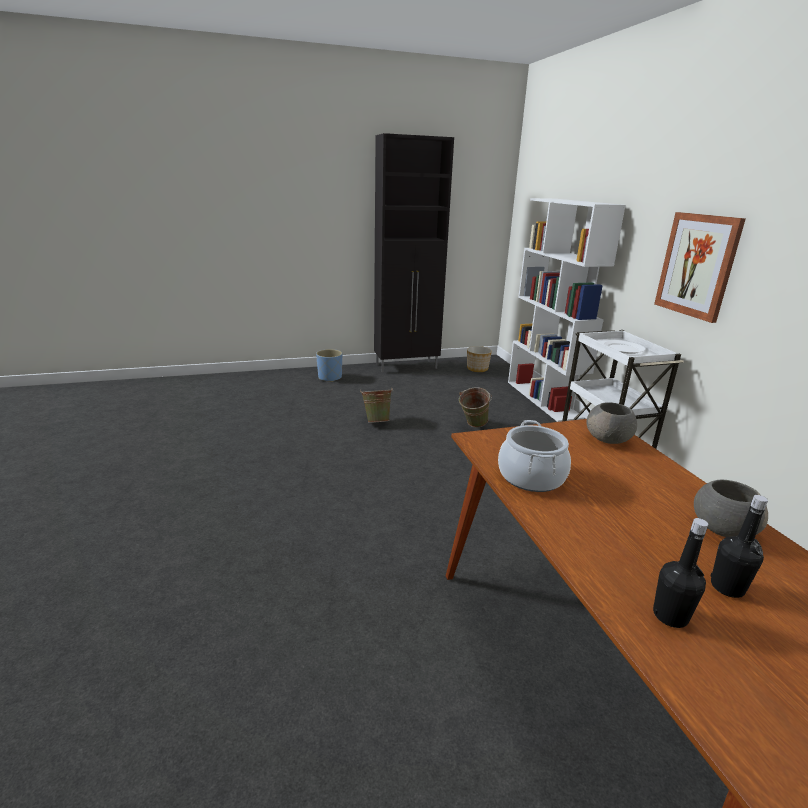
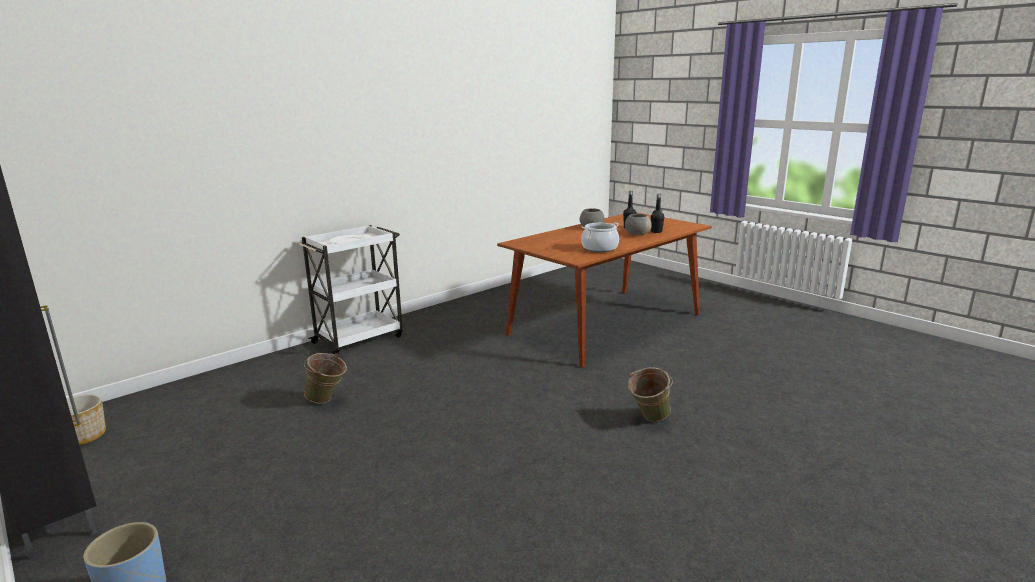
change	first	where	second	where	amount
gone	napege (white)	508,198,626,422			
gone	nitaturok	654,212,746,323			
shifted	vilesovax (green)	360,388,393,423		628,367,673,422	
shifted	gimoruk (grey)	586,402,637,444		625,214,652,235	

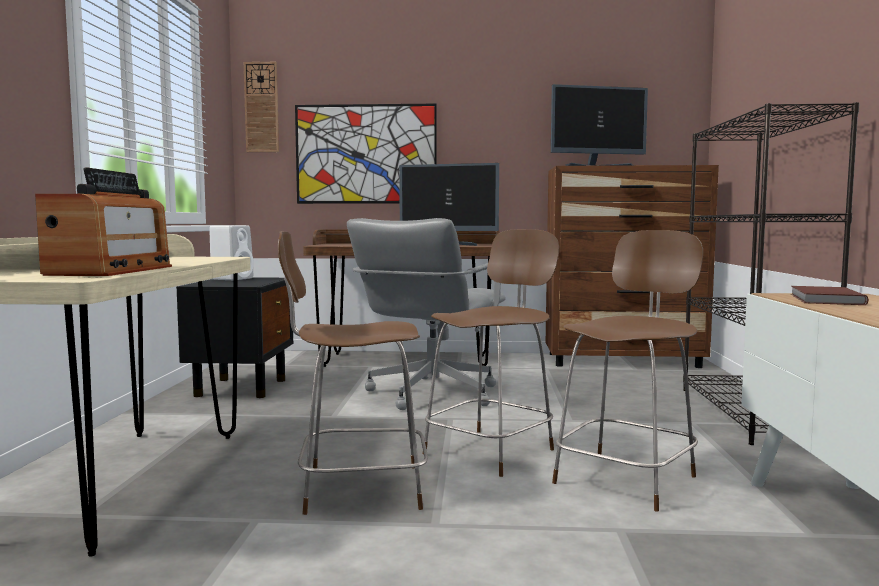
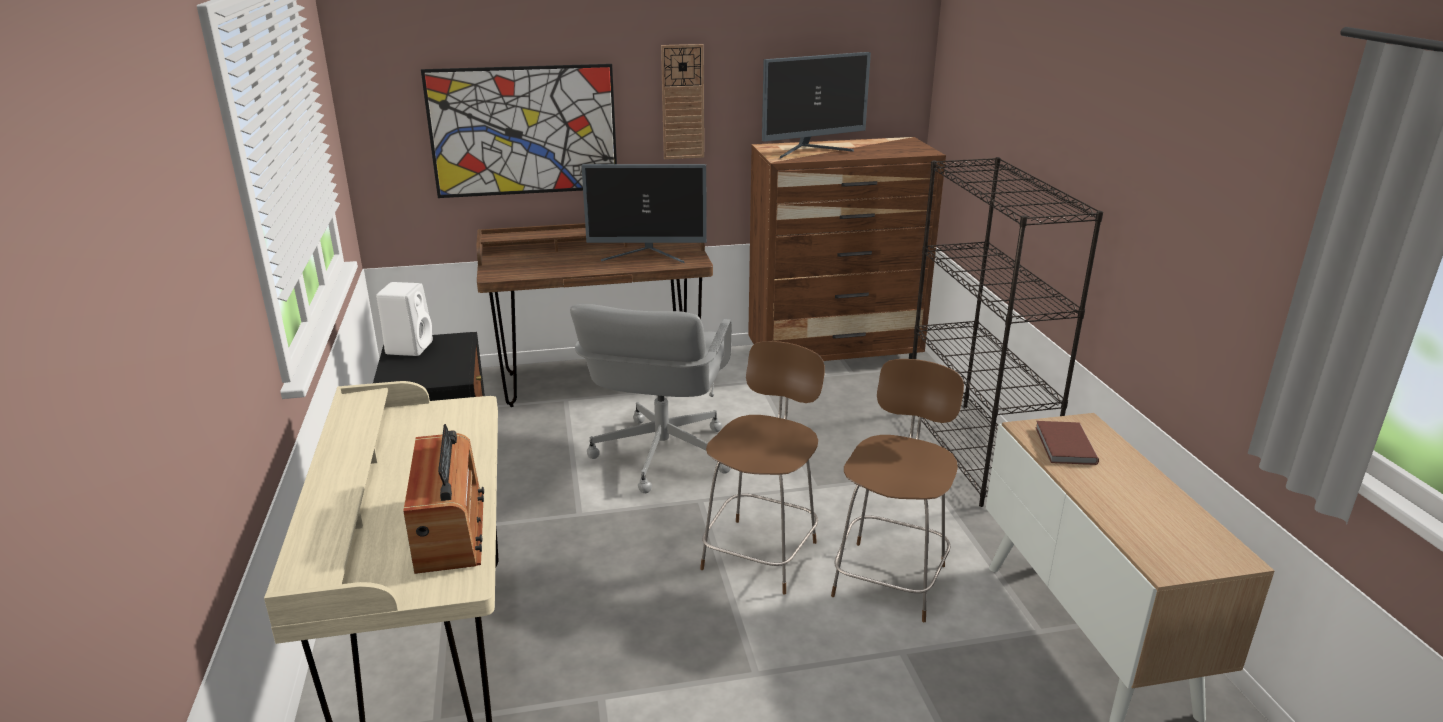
change	first	where	second	where	amount
shifted	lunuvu	244,62,279,152		661,44,704,159	
gone	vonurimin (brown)	278,231,428,515			

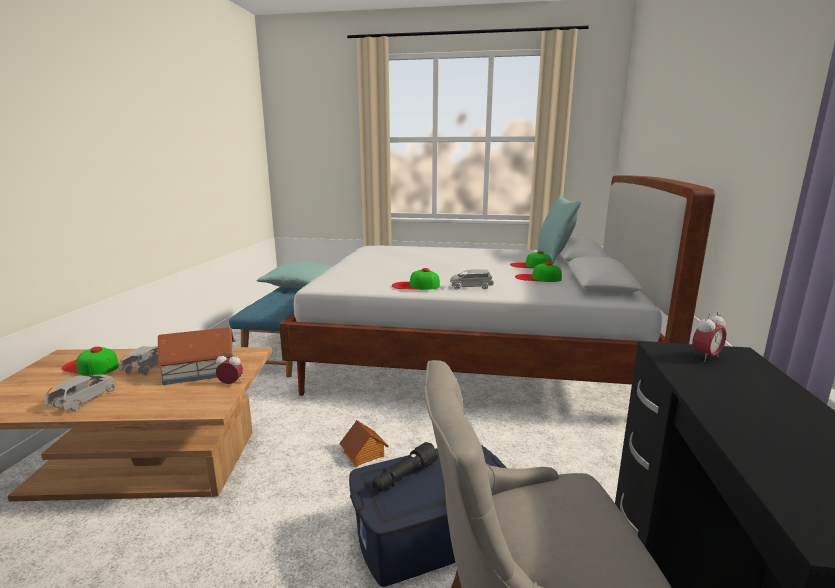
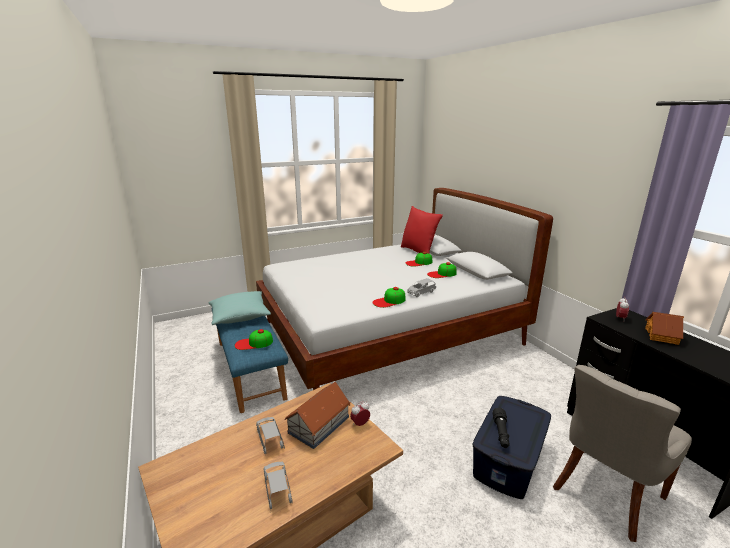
change	first	where	second	where	amount
repainted	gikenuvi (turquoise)	538,195,581,264	gikenuvi (red)	401,206,443,254	
shifted	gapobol	61,347,119,376		235,329,273,350	
shifted	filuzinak	339,420,389,467		645,312,684,345	

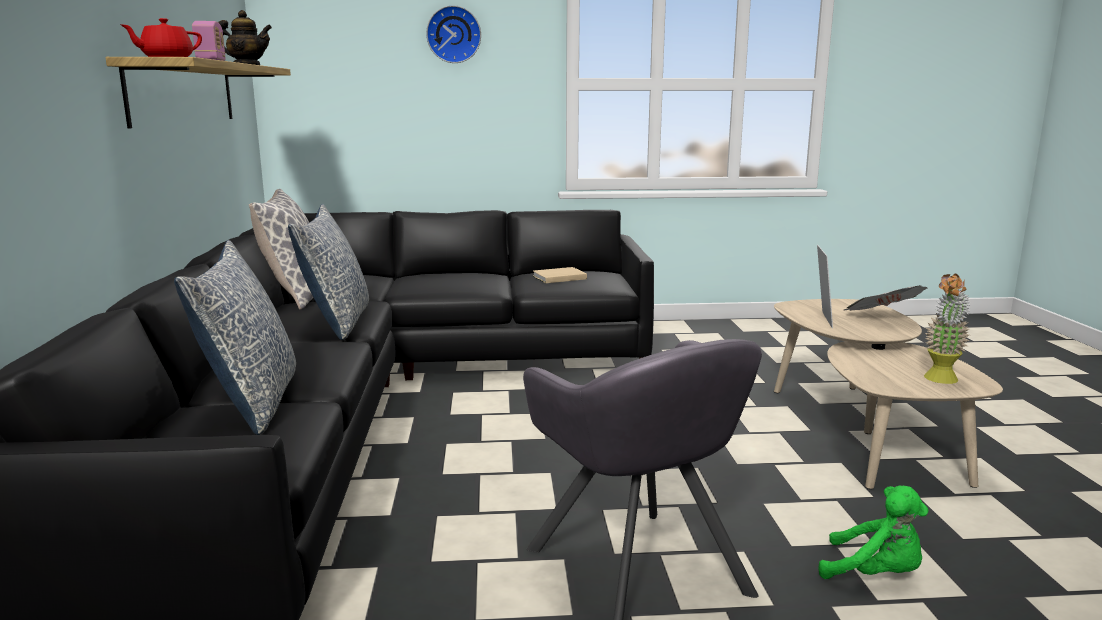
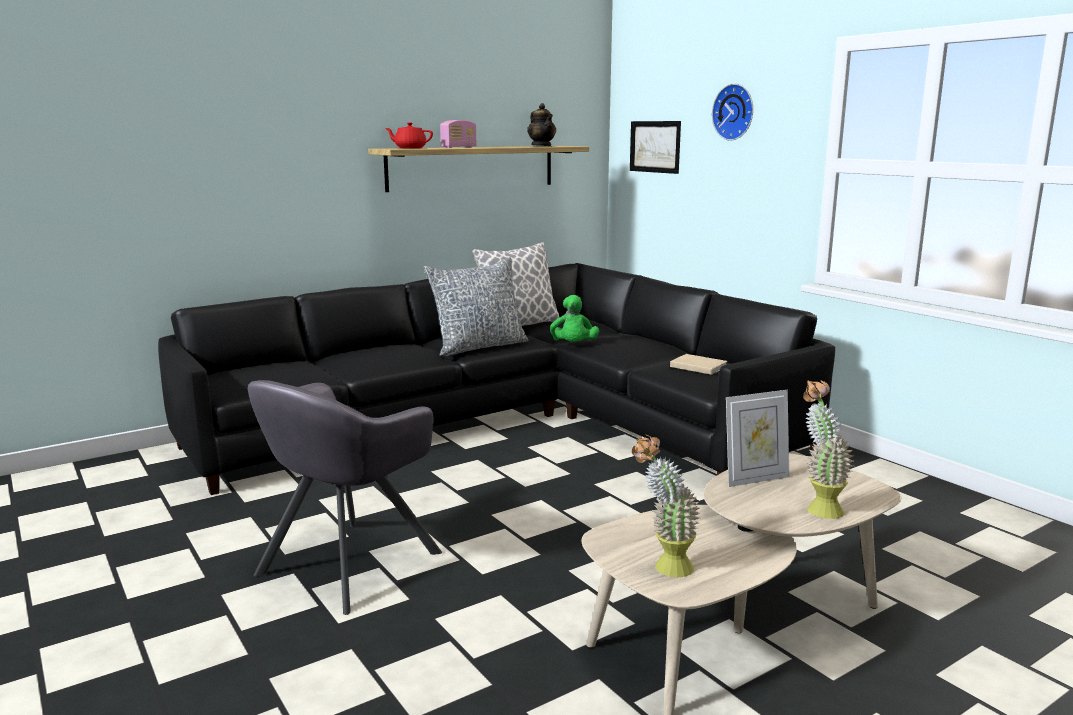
change	first	where	second	where	amount
gone	gikenuvi	174,240,296,435			
swapped	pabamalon	844,285,927,311	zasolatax	803,381,854,519	
shifted	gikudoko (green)	818,486,929,579		550,295,599,342	
new			nitaturok	630,121,681,174	

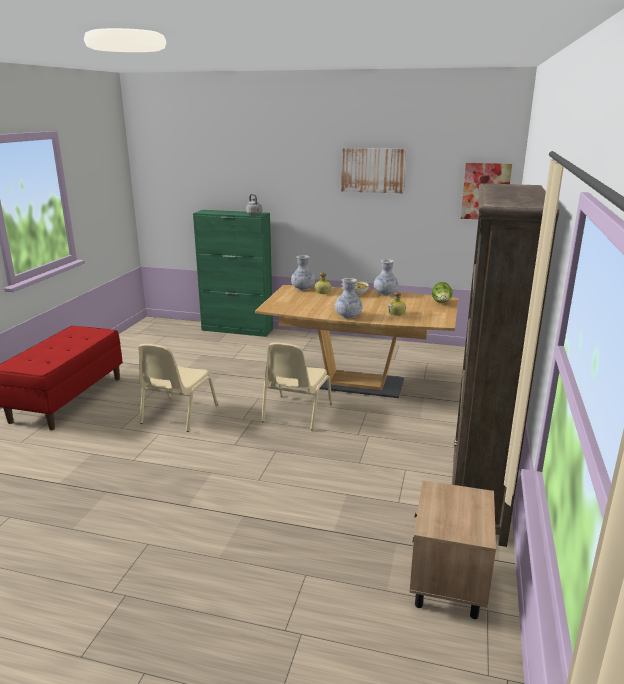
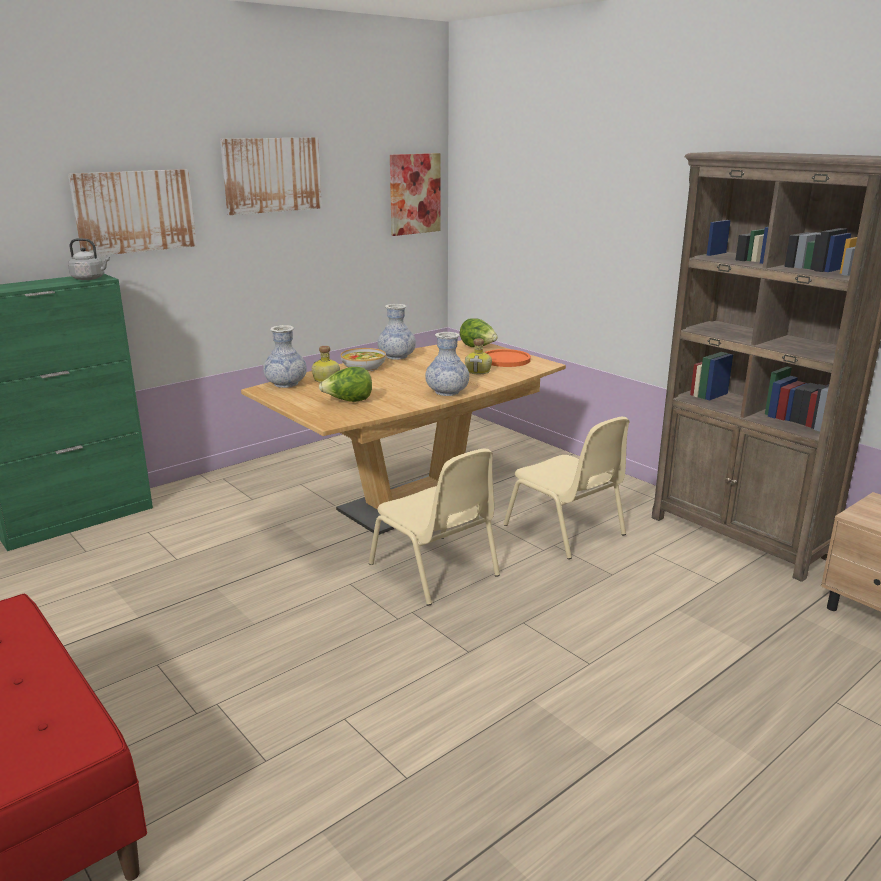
change	first	where	second	where	amount
shifted	vonurimin (beige)	138,344,218,432		503,417,629,559	
new			nitaturok	68,169,197,256	
new			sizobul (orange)	484,349,531,367	
new			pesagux	319,367,372,402	

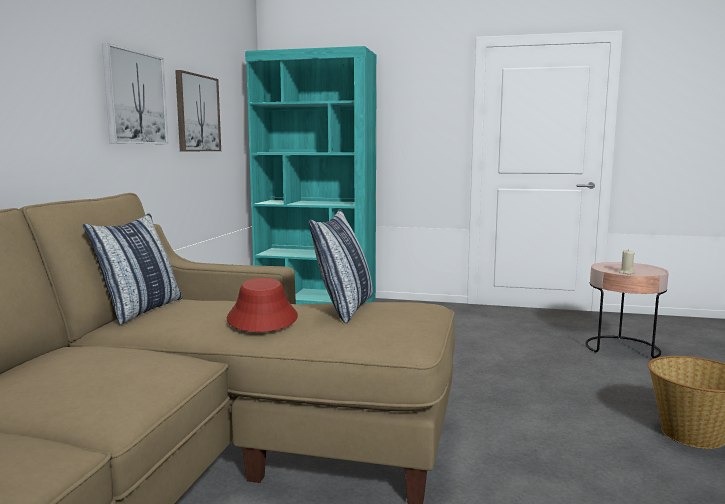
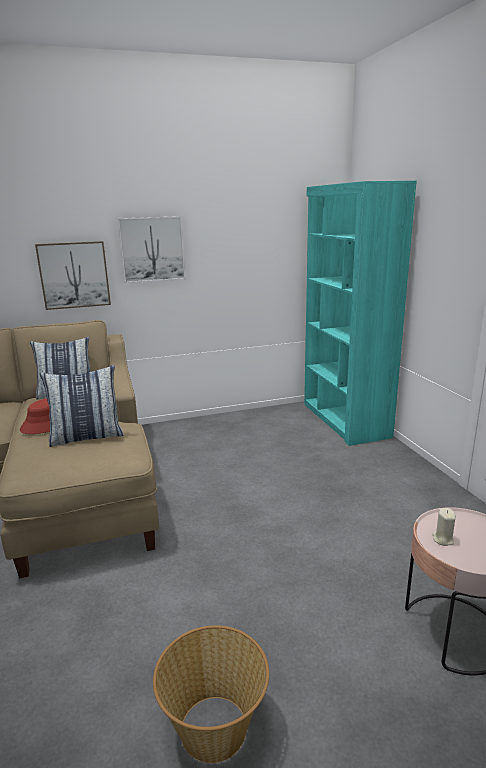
change	first	where	second	where	amount
shifted	nitaturok	175,70,221,152		35,241,111,310	

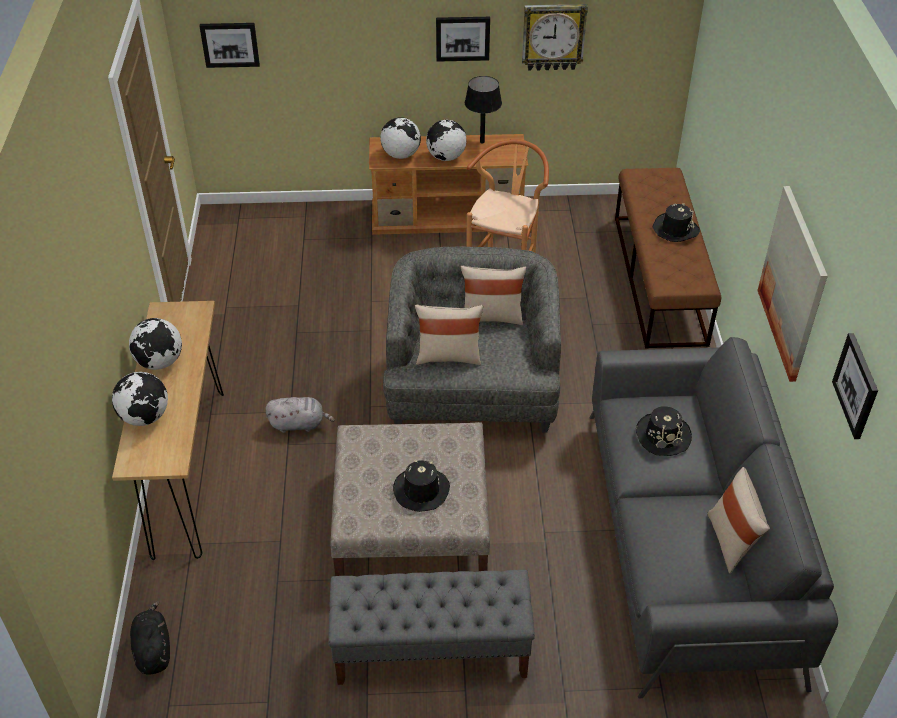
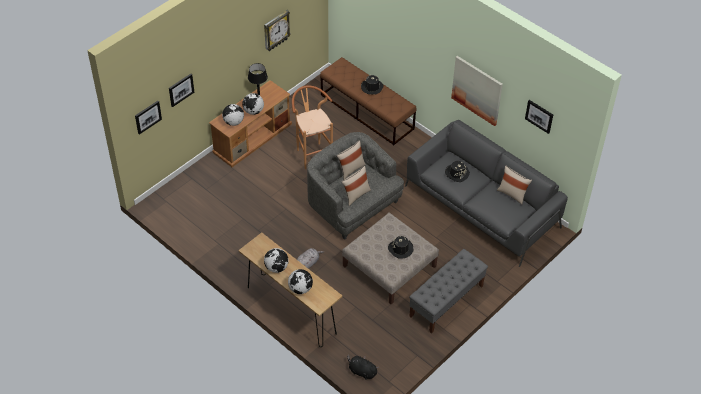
change	first	where	second	where	amount
shifted	nitaturok	436,17,490,62		169,74,195,107	

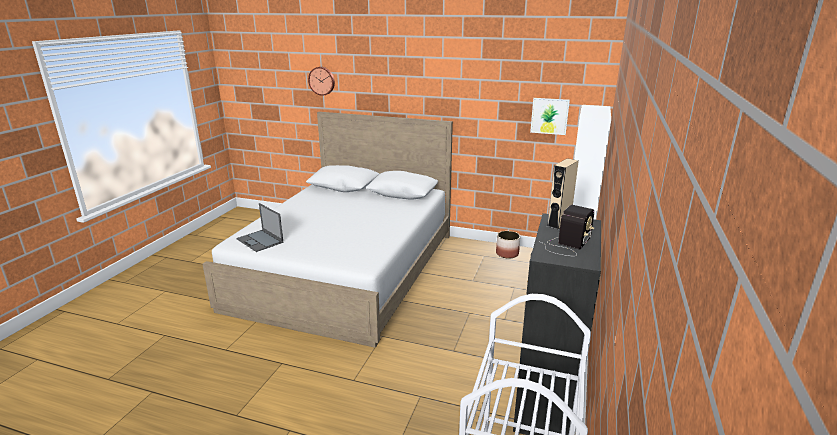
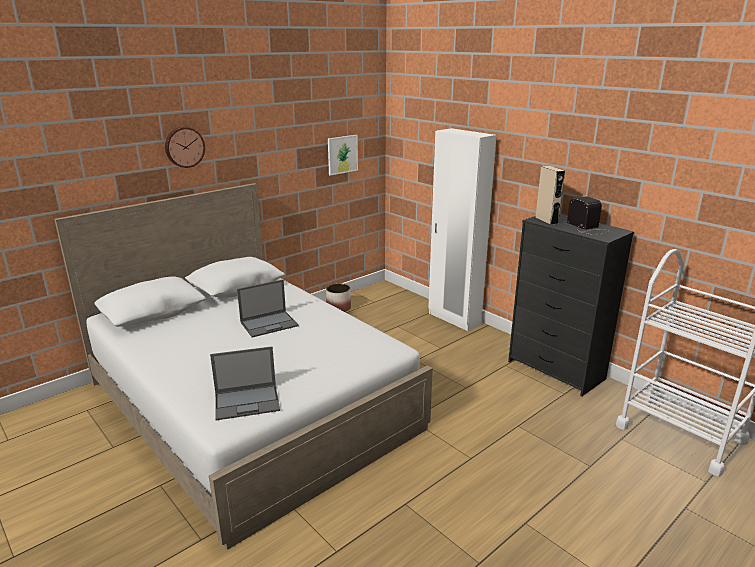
change	first	where	second	where	amount
shifted	lunuvu	308,67,335,96		165,127,205,168	
new			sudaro	237,280,299,337	

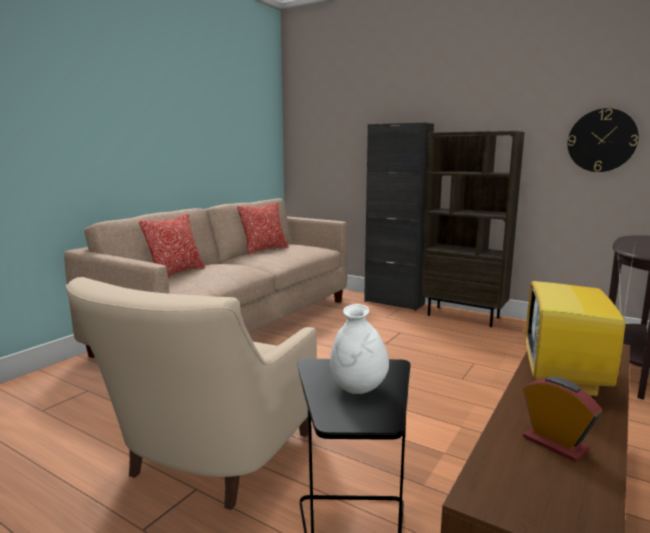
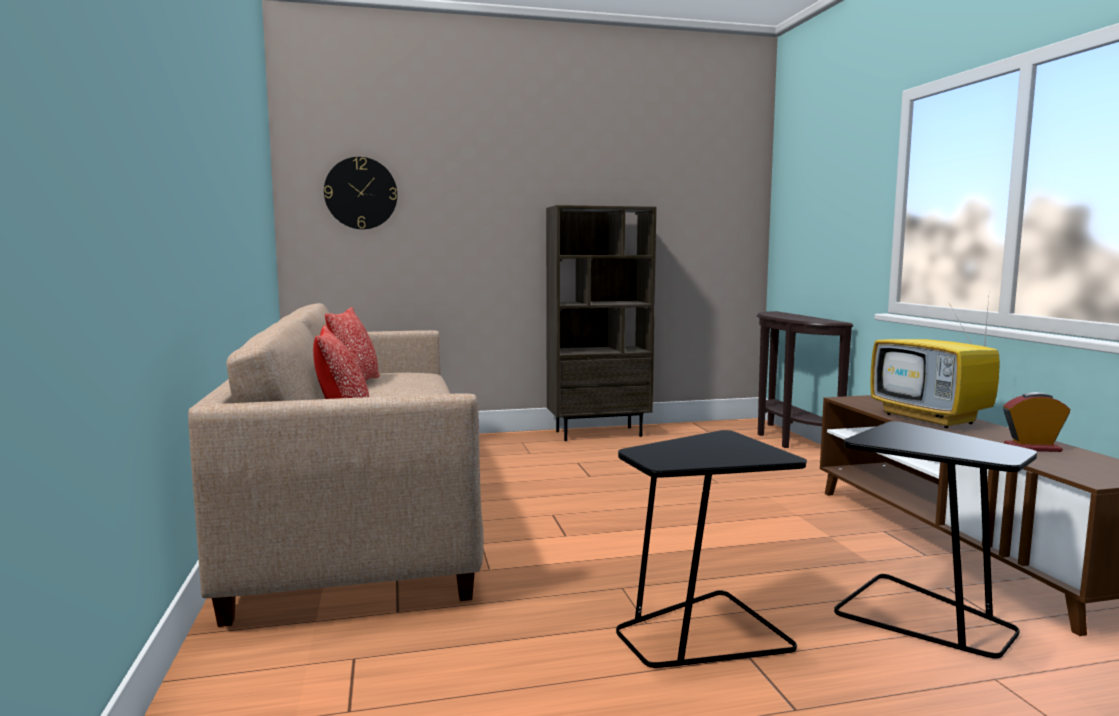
change	first	where	second	where	amount
shifted	lunuvu	568,108,639,172		324,157,397,229	
gone	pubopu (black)	364,122,434,311			
swapped	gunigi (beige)	66,277,317,510	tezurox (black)	616,430,807,668	
gone	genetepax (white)	330,304,389,394			

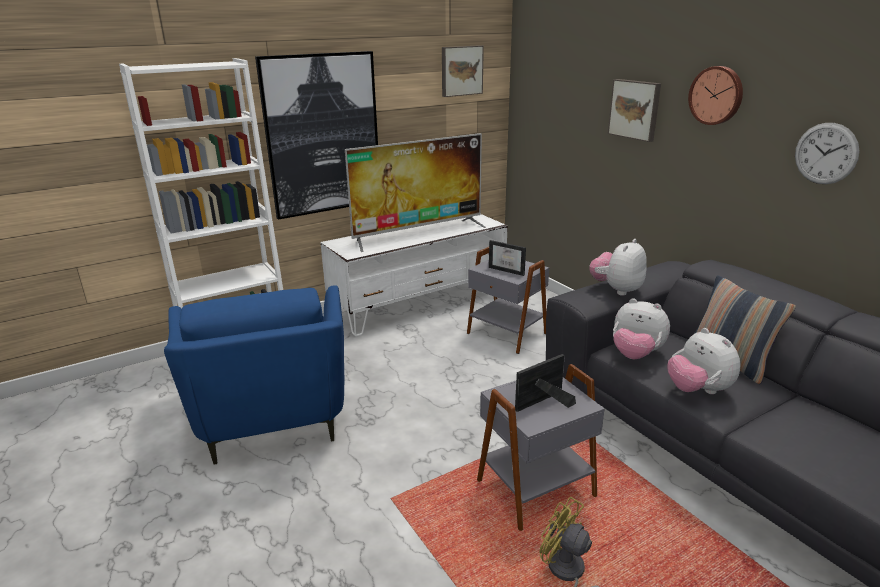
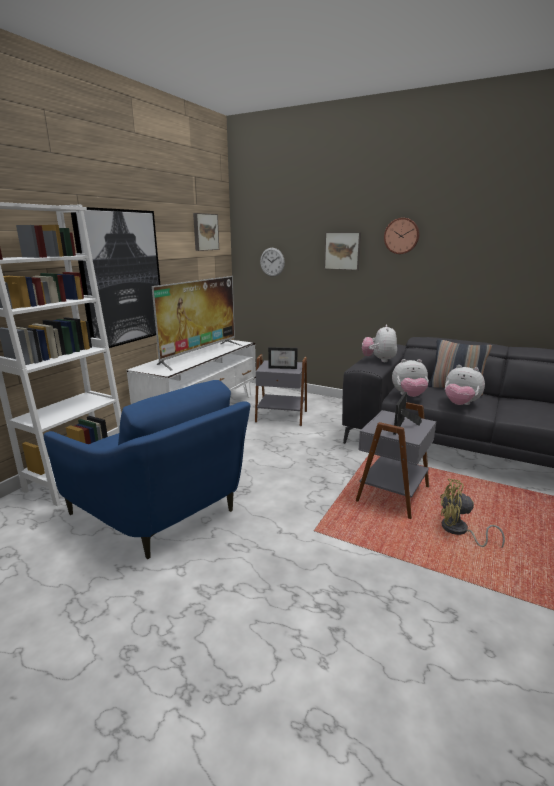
change	first	where	second	where	amount
shifted	lunuvu	795,123,859,184		260,248,285,277	

